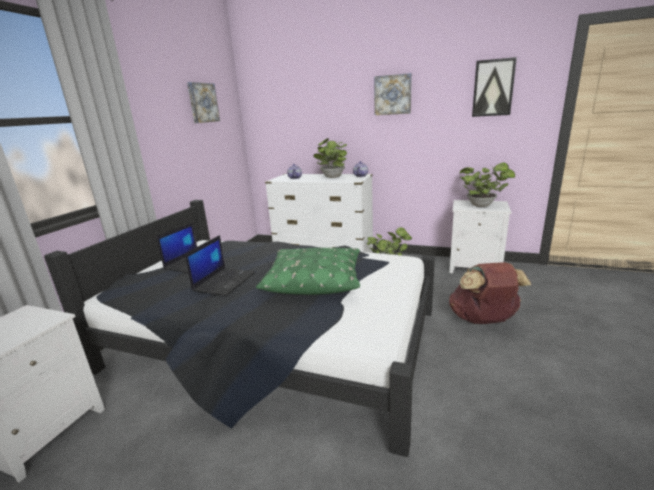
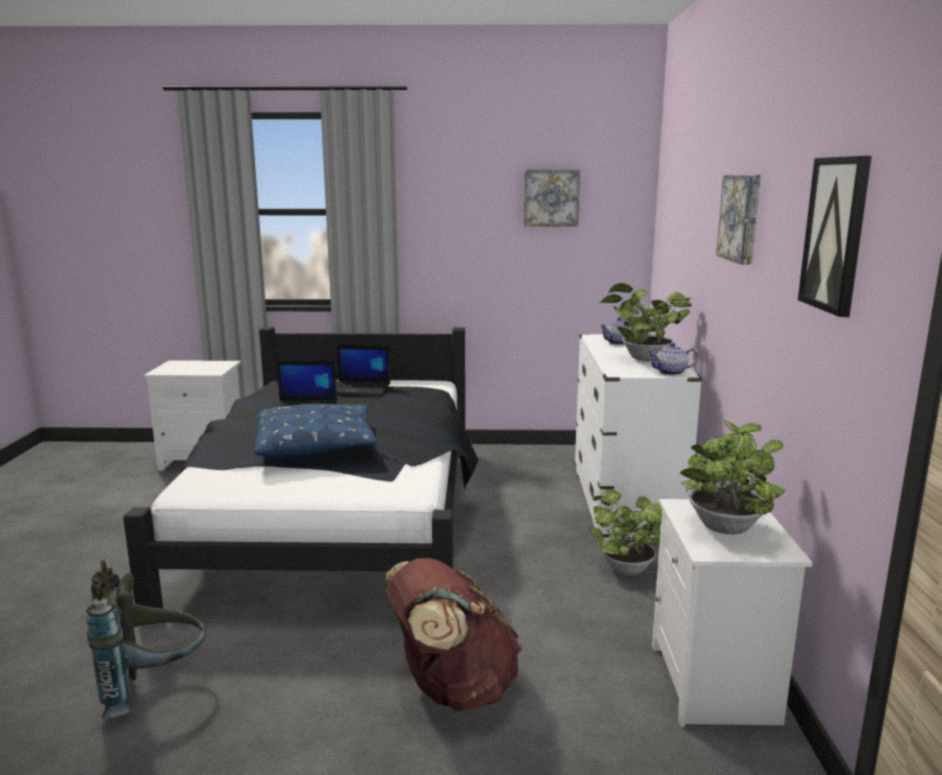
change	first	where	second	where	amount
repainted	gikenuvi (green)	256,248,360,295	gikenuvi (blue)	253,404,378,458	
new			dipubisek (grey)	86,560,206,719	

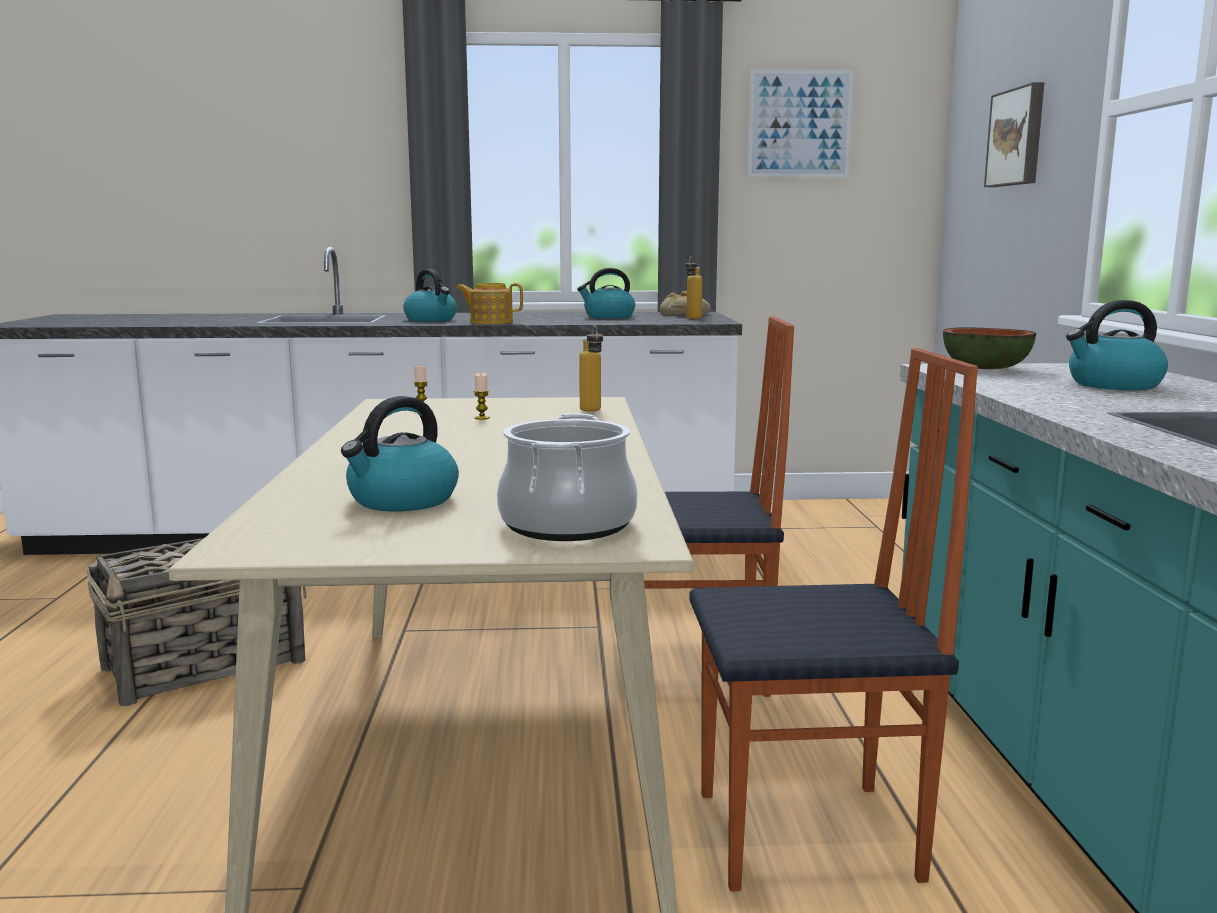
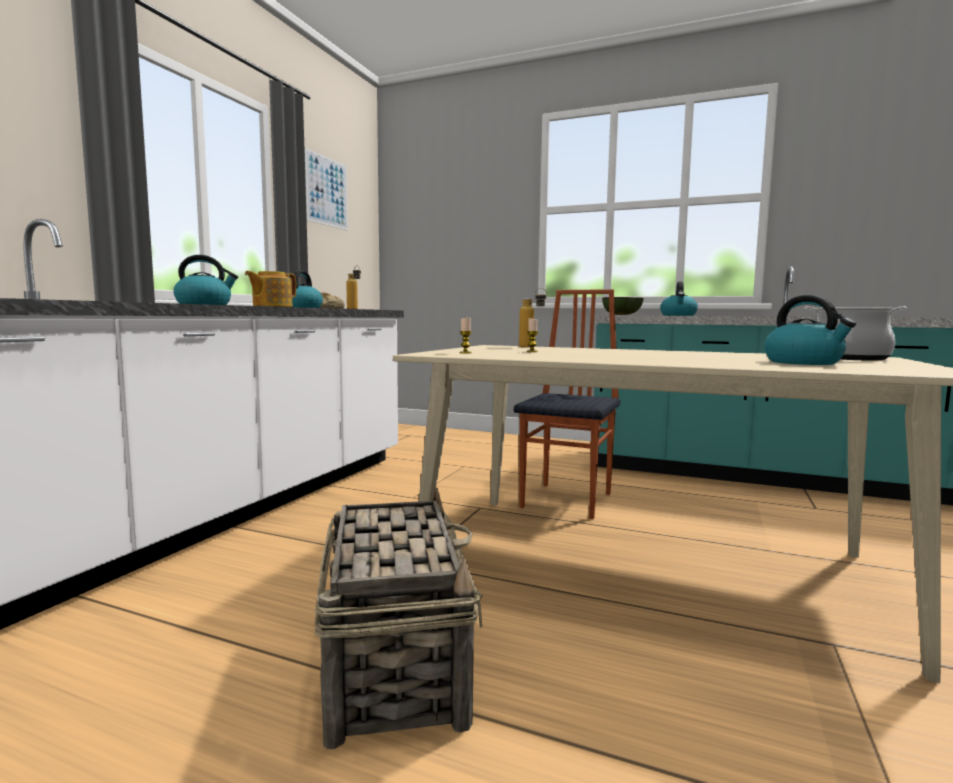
change	first	where	second	where	amount
gone	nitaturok	984,82,1044,187			
gone	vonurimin	689,348,978,891			

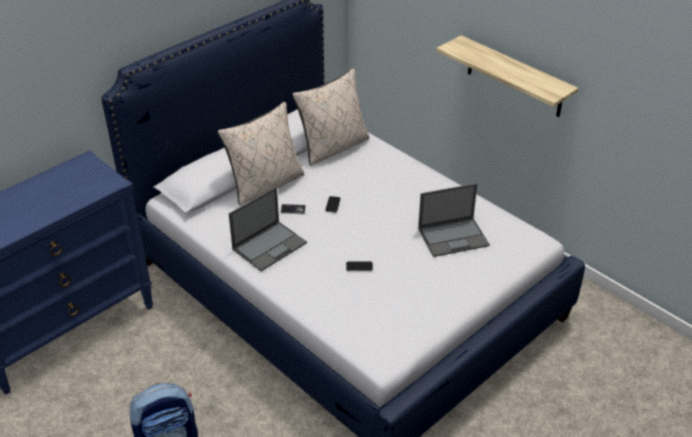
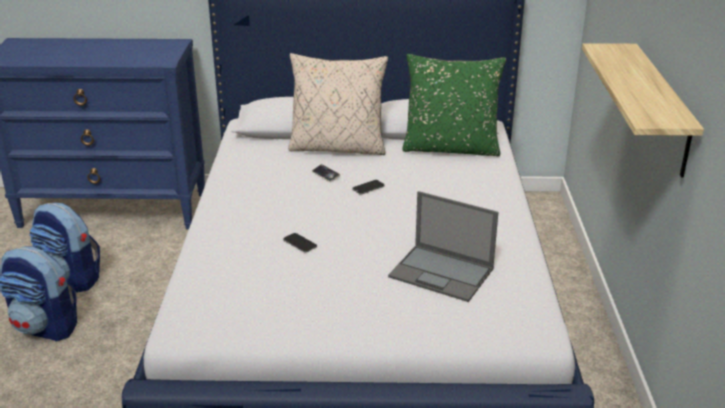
change	first	where	second	where	amount
repainted	gikenuvi (beige)	292,68,369,166	gikenuvi (green)	402,54,506,156	
gone	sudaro	228,187,307,271			
new			dipubisek	29,203,100,293	

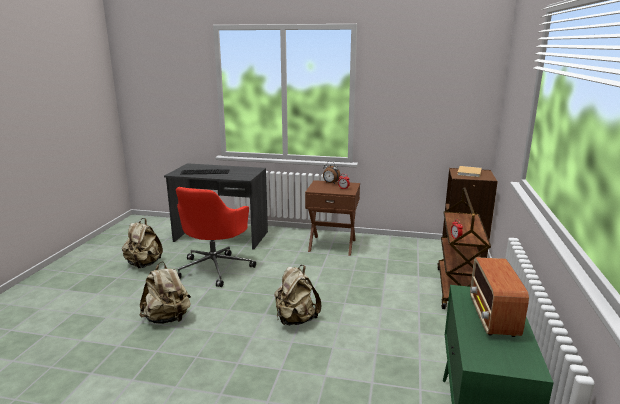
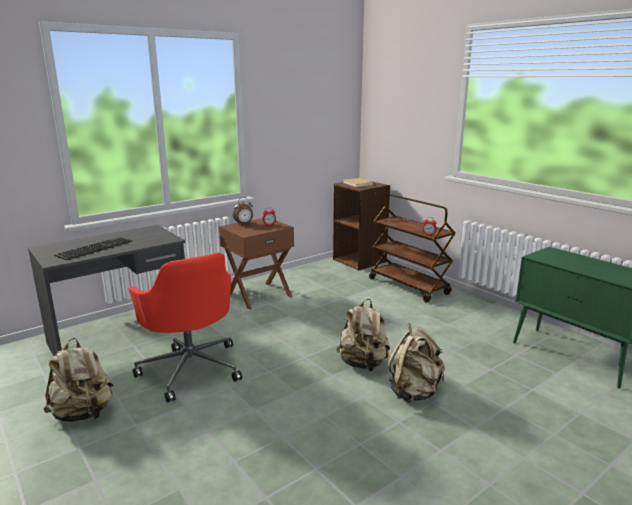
change	first	where	second	where	amount
gone	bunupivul	470,257,529,337			
shifted	dipubisek (beige)	139,261,191,324		388,323,445,402	

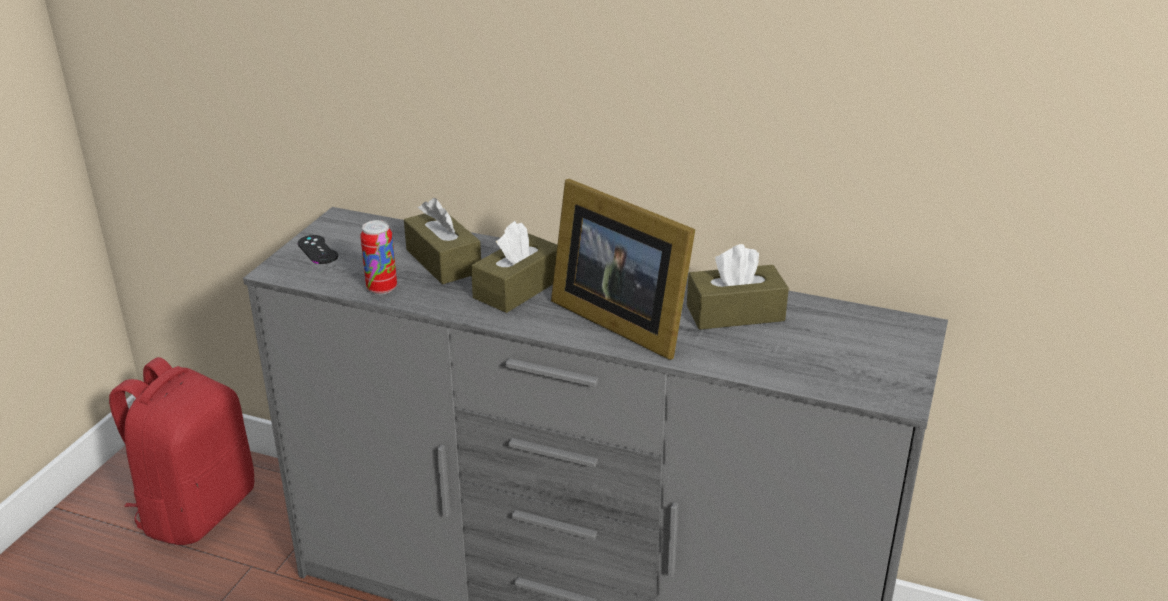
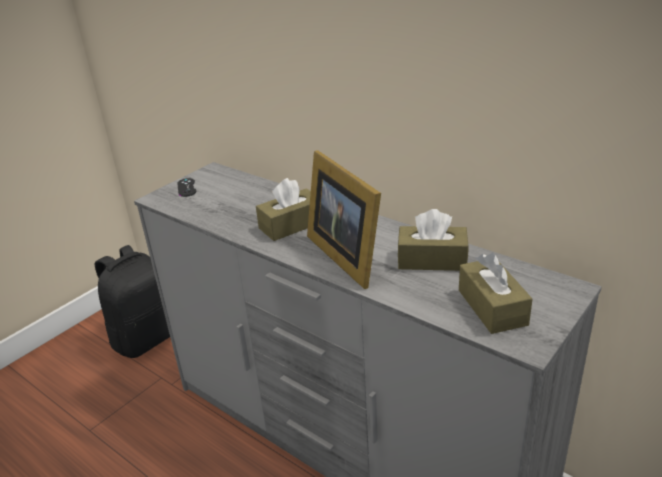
change	first	where	second	where	amount
shifted	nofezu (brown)	404,198,481,284		459,253,533,334	
gone	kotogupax	360,220,397,295			
repainted	dipubisek (red)	109,357,254,545	dipubisek (black)	95,245,170,358	

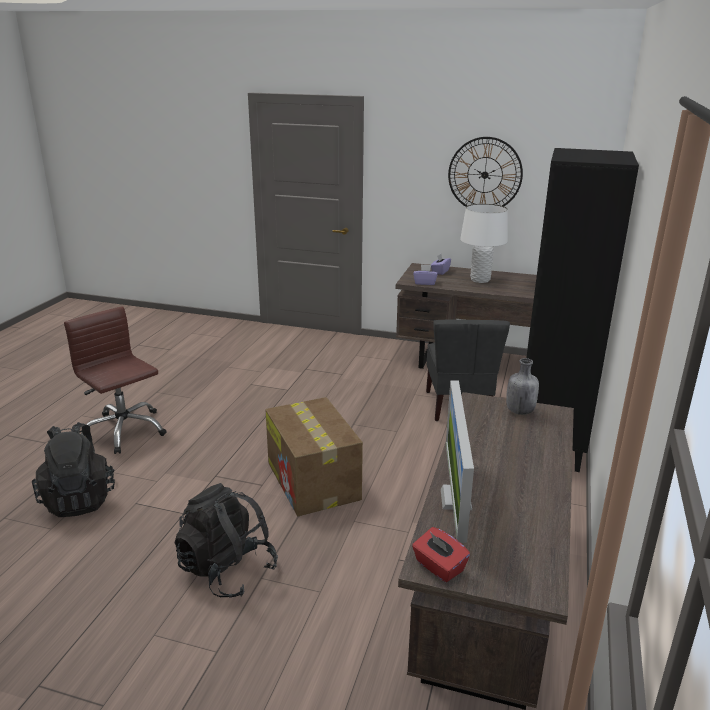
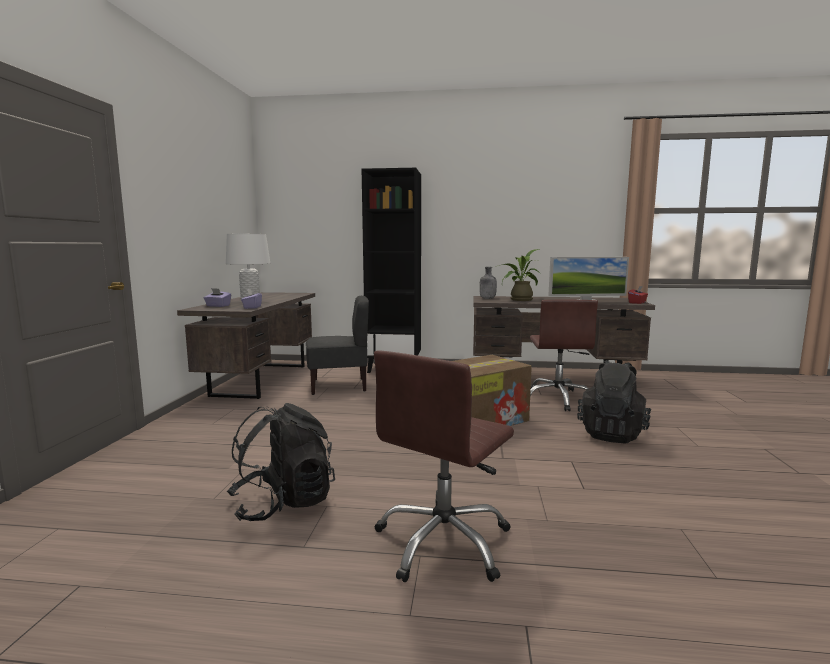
change	first	where	second	where	amount
gone	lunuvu	448,137,523,207			
shifted	dipubisek (black)	32,422,115,517		227,403,335,521	
new			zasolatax	495,249,540,301	
new			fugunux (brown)	530,300,598,411	

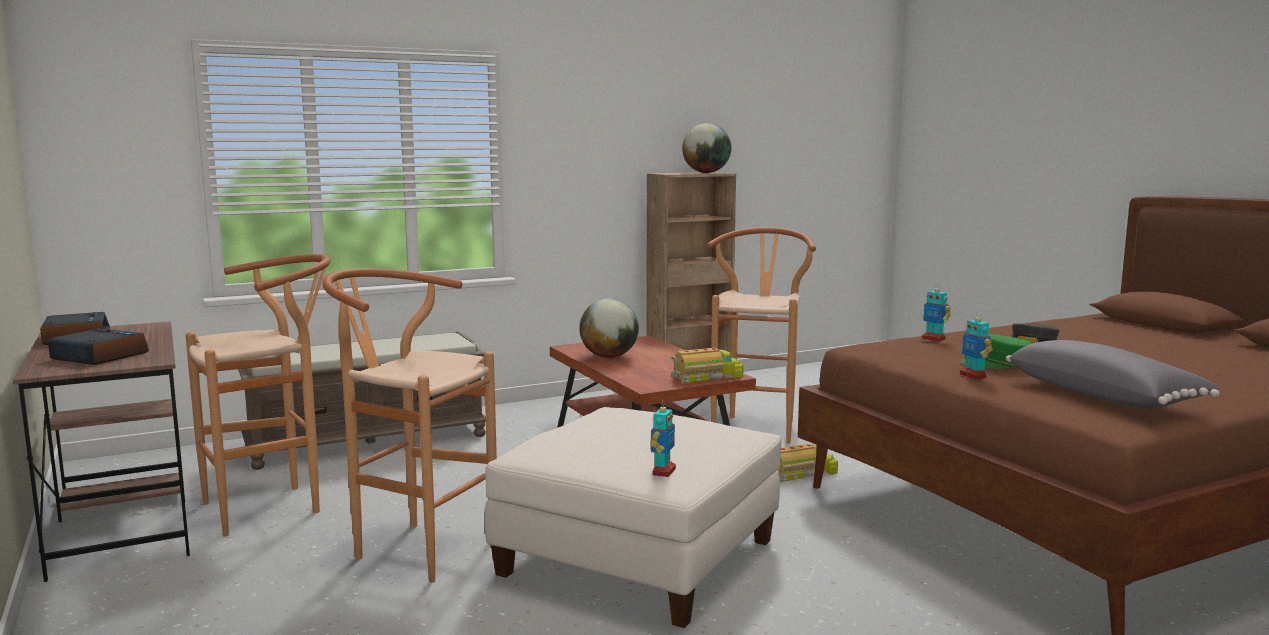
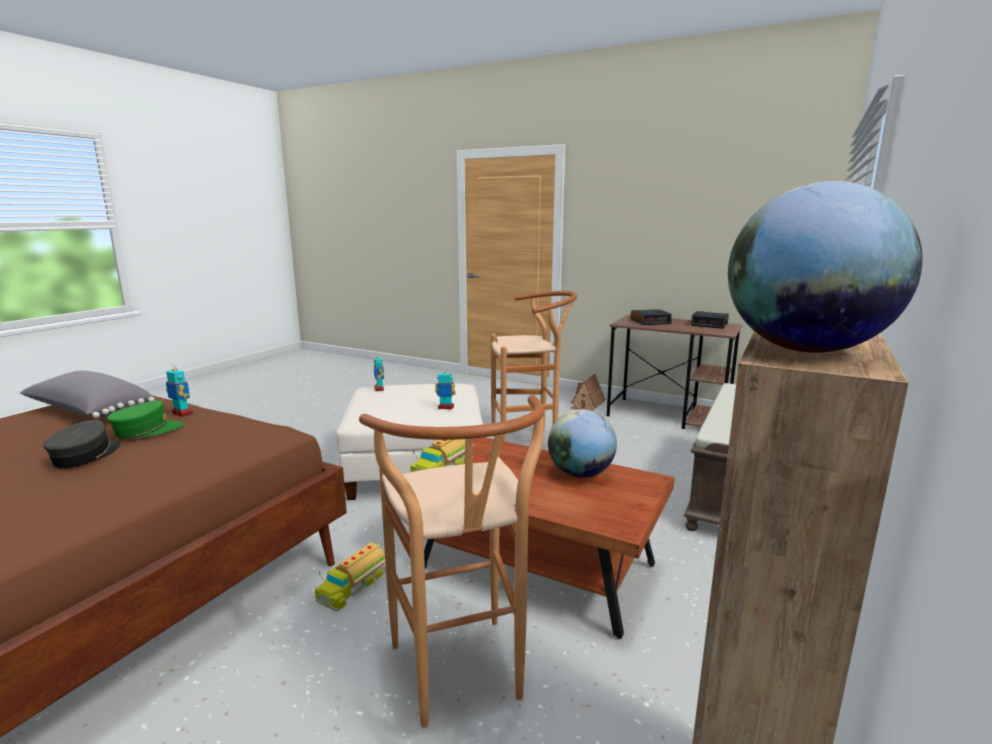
change	first	where	second	where	amount
gone	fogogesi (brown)	186,254,330,537			
shifted	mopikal	922,287,951,342		435,371,456,410	
new			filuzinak	571,373,606,411	

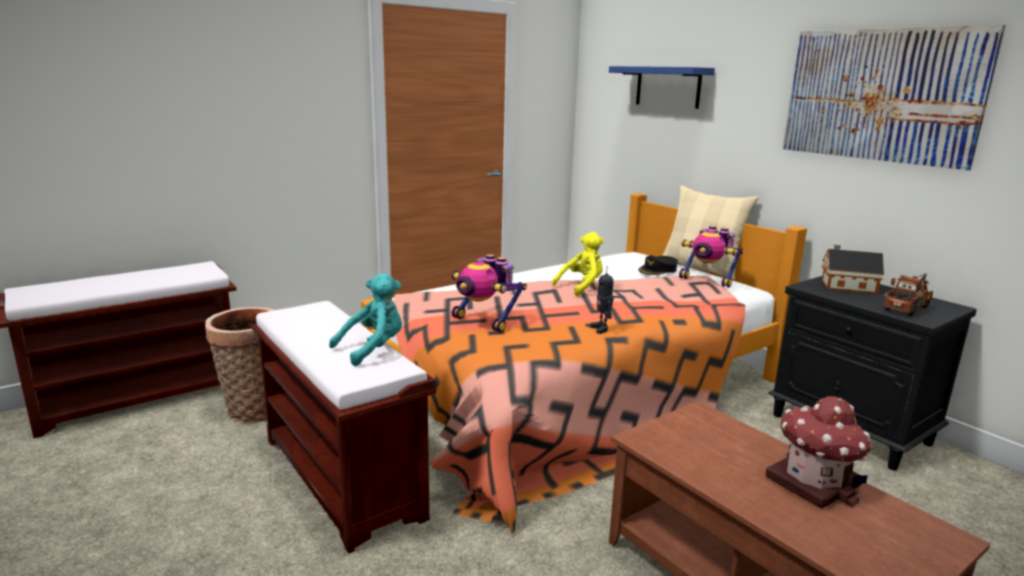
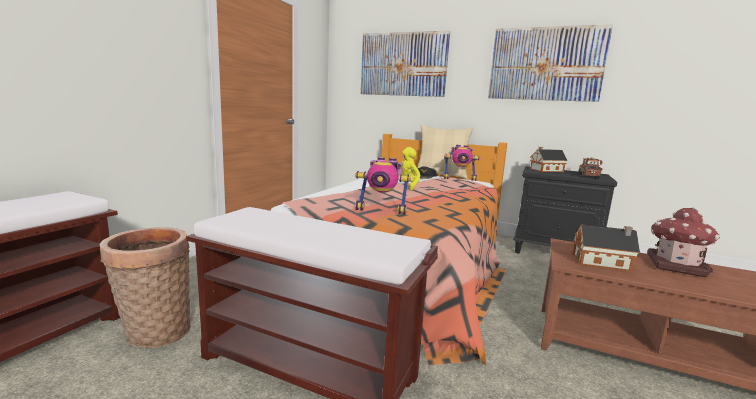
change	first	where	second	where	amount
swapped	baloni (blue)	609,66,715,109	nitaturok	360,30,450,97	
gone	mopikal	590,266,614,334			
gone	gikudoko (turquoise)	329,273,402,366			
new			filuzinak	572,225,640,272	

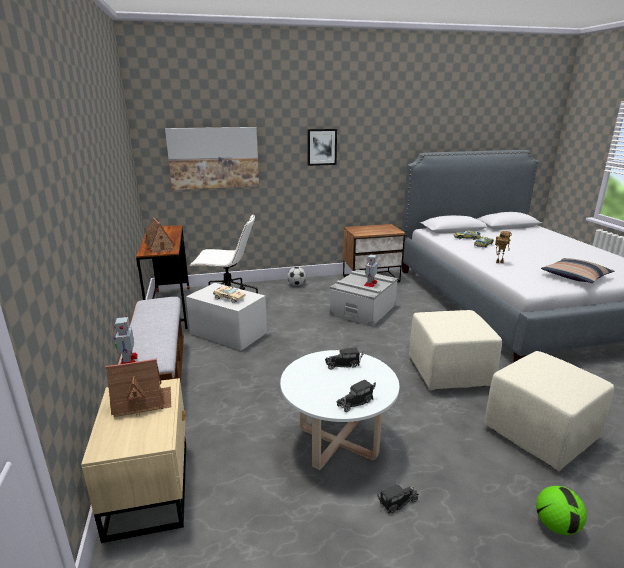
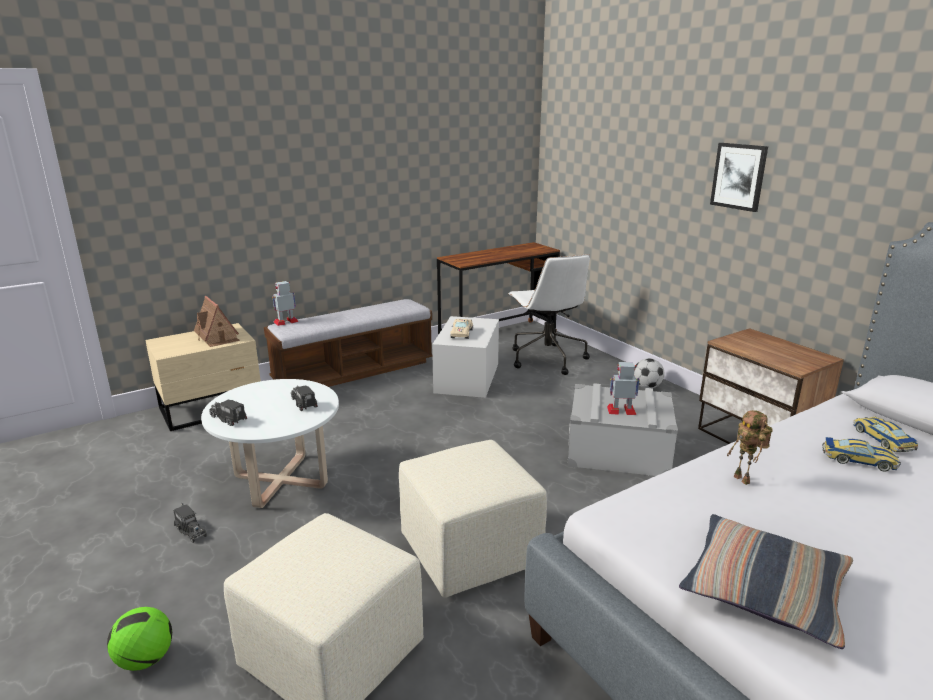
change	first	where	second	where	amount
gone	nitaturok	165,127,259,190			
gone	filuzinak	144,217,175,253			

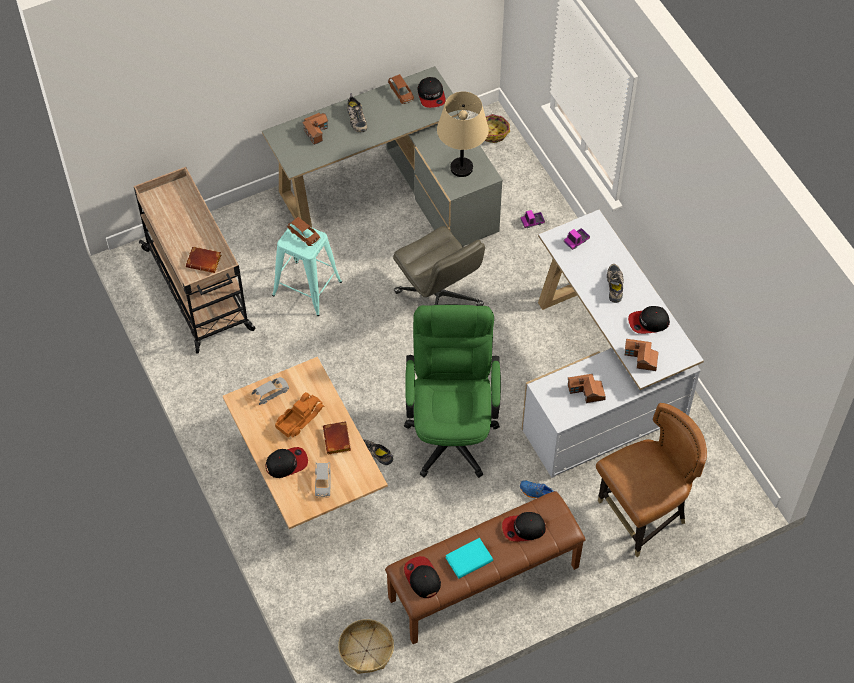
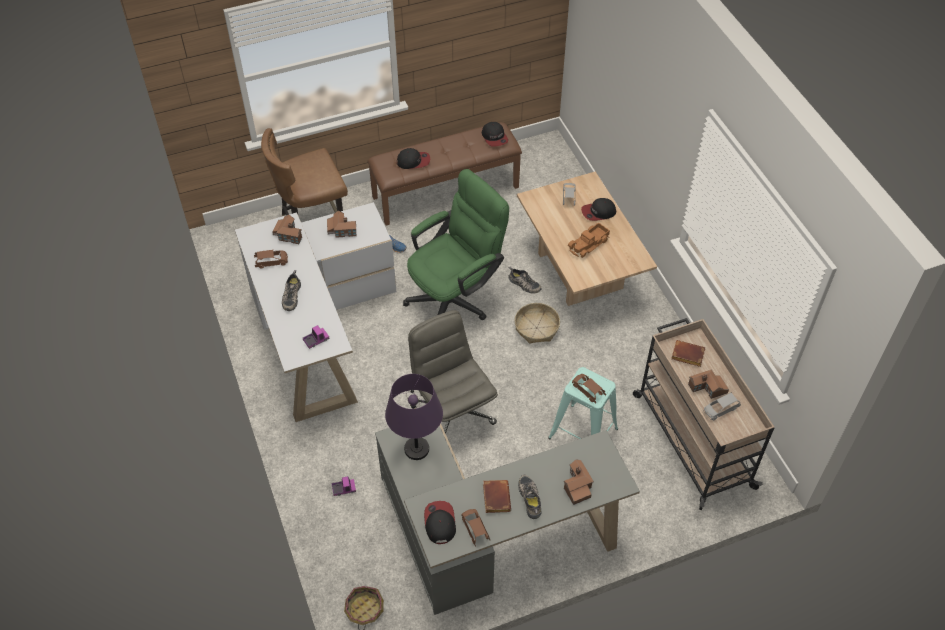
change	first	where	second	where	amount
repainted	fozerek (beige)	437,92,489,177	fozerek (purple)	385,374,443,460	
rotated	fugunux (green)	404,305,501,478		403,169,509,321	135 degrees counterclockwise
swapped	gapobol	628,306,670,334	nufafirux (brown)	254,250,288,269	
shifted	nufafirux (grey)	252,377,289,405		703,392,741,421	
shifted	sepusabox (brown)	323,421,351,454		483,480,511,513	
gone	sepusabox (turquoise)	446,538,493,579			
shifted	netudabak	338,619,394,674		514,303,560,344	
new			filuzinak	688,369,729,399	

